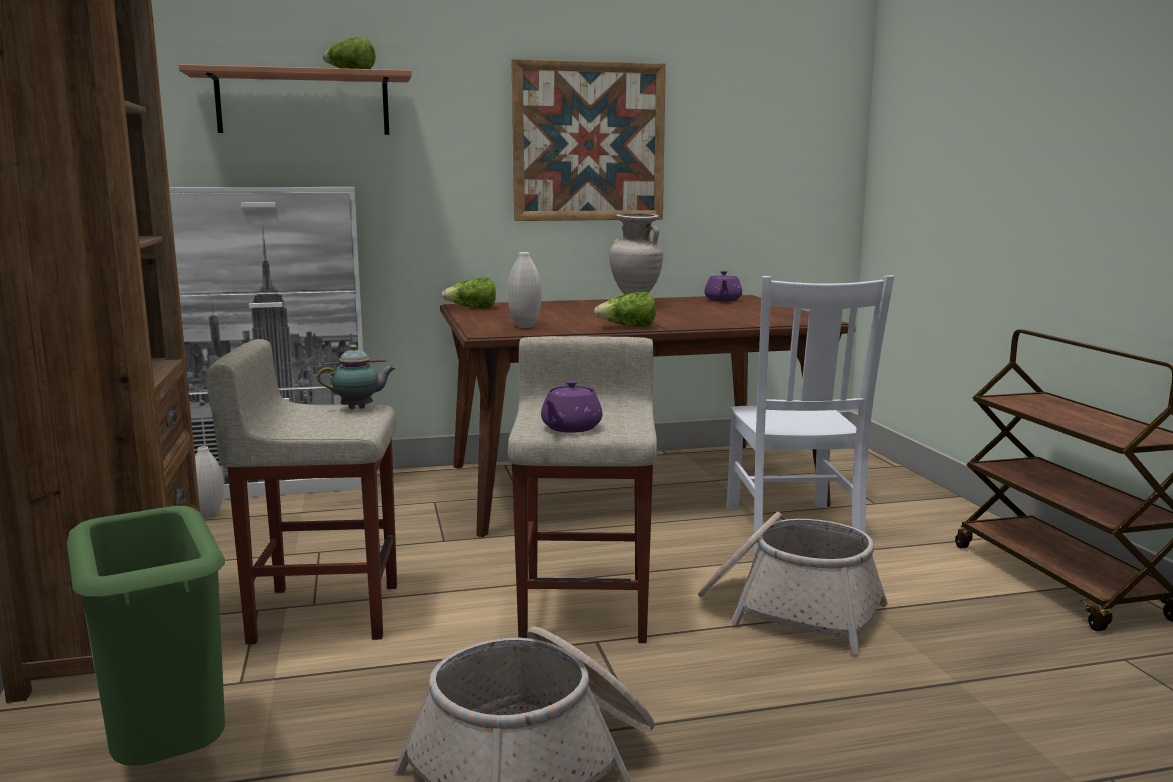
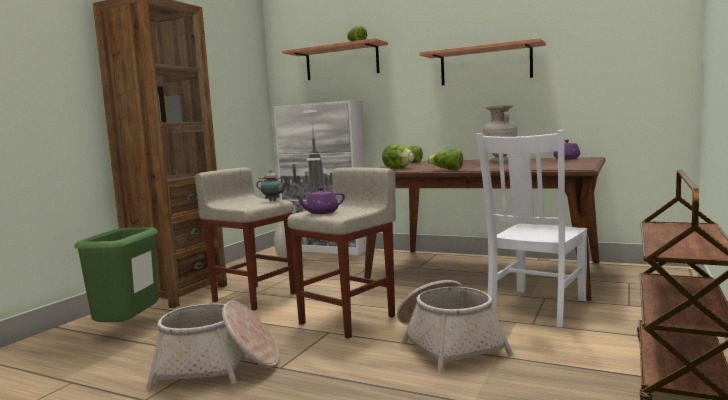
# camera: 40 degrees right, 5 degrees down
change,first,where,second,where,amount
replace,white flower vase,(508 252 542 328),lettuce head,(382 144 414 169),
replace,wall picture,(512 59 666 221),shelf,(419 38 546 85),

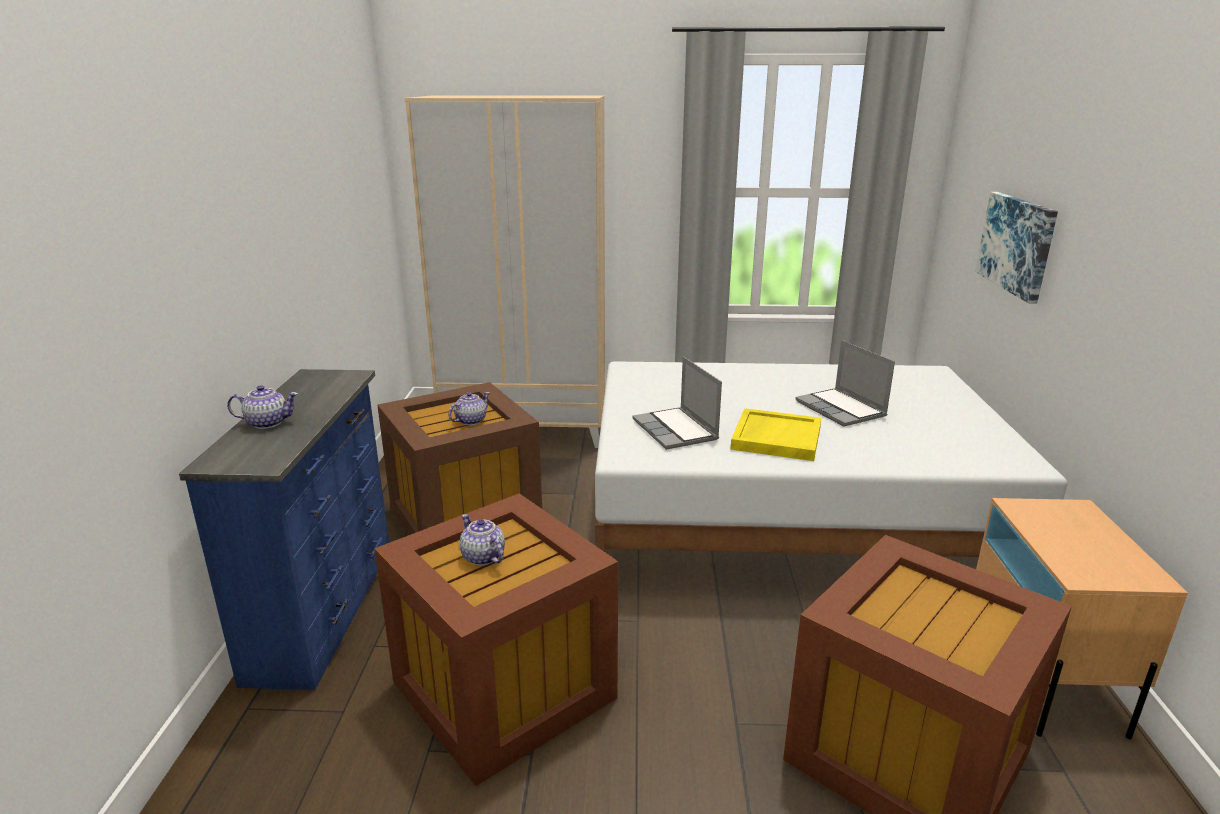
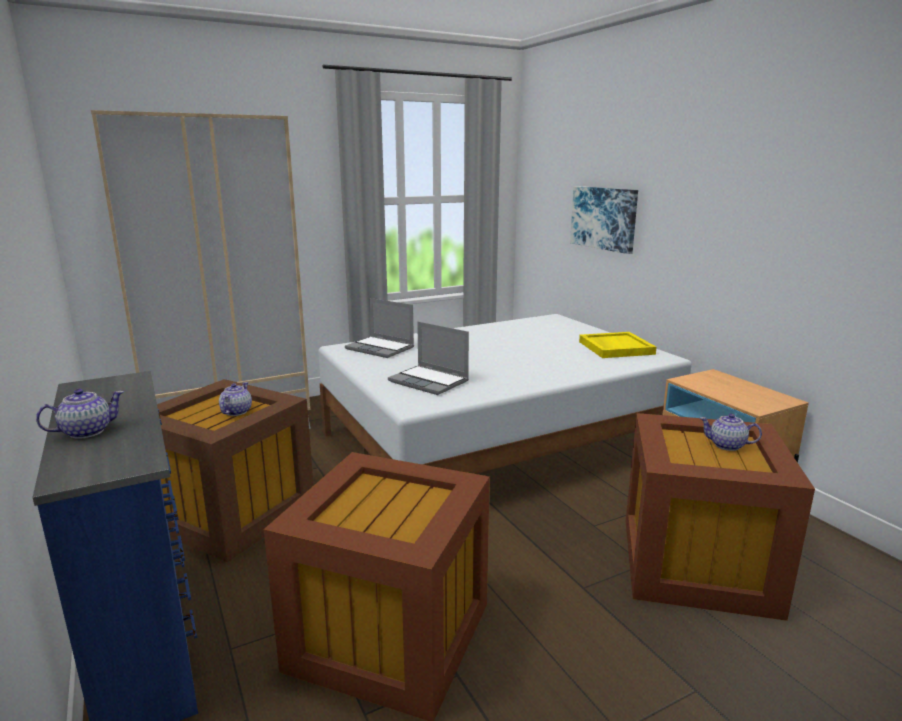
# camera: 30 degrees left, 5 degrees down
change,first,where,second,where,amount
move,pot for tea,(460 514 505 566),,(700 414 762 451),
move,yellow carrying tray,(730 408 821 461),,(579 332 657 358),
move,notebook computer,(796 340 895 427),,(345 298 414 358),

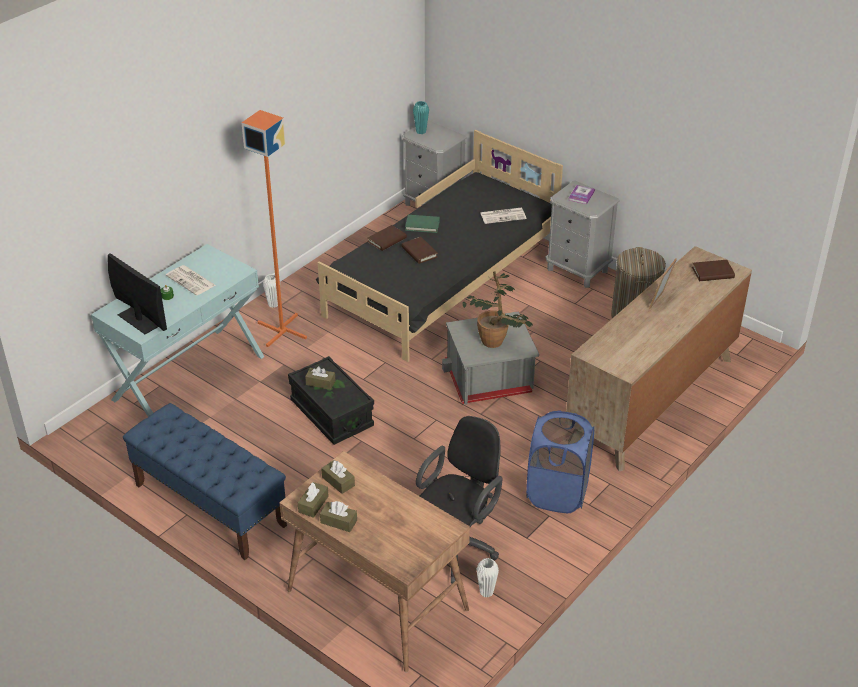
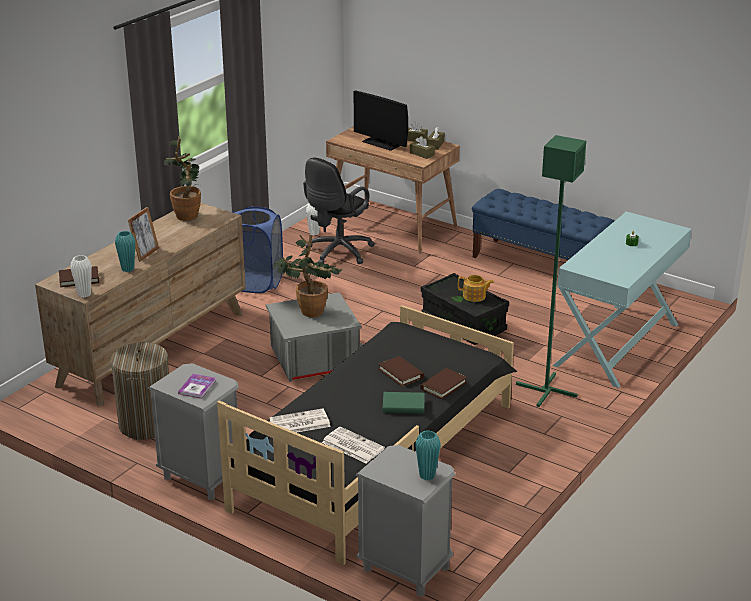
# camera: 175 degrees right, 10 degrees down
change,first,where,second,where,amount
move,monitor,(108 253 167 334),,(354 90 408 151),
move,daily paper,(166 265 215 295),,(322 427 385 463),
recolor,orangey standard lamp,(241 110 307 347),green-coloured standard lamp,(516 135 586 407),
move,white flower vase,(263 274 278 308),,(70 255 92 298),
replace,brown-coloured box of tissues,(305 366 335 390),pot for tea,(458 275 494 302),
insert,,,blue-green flower vase,(115 231 135 272),
insert,,,potted plant,(164 136 201 221),

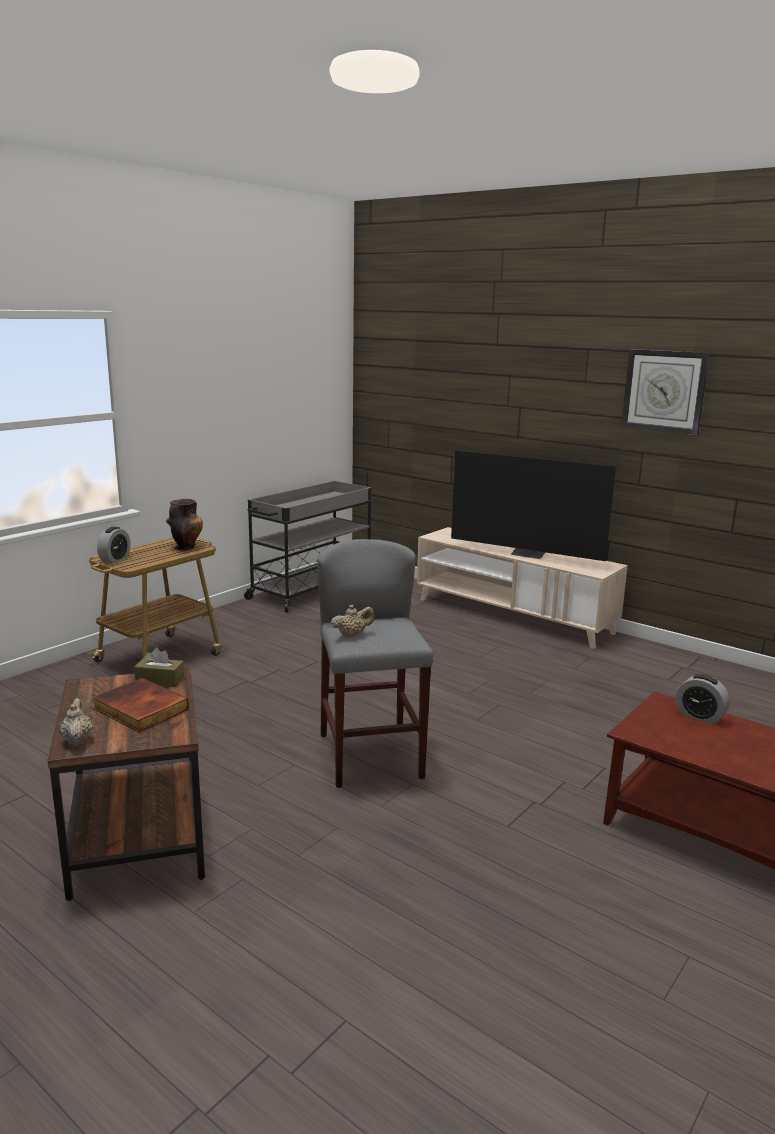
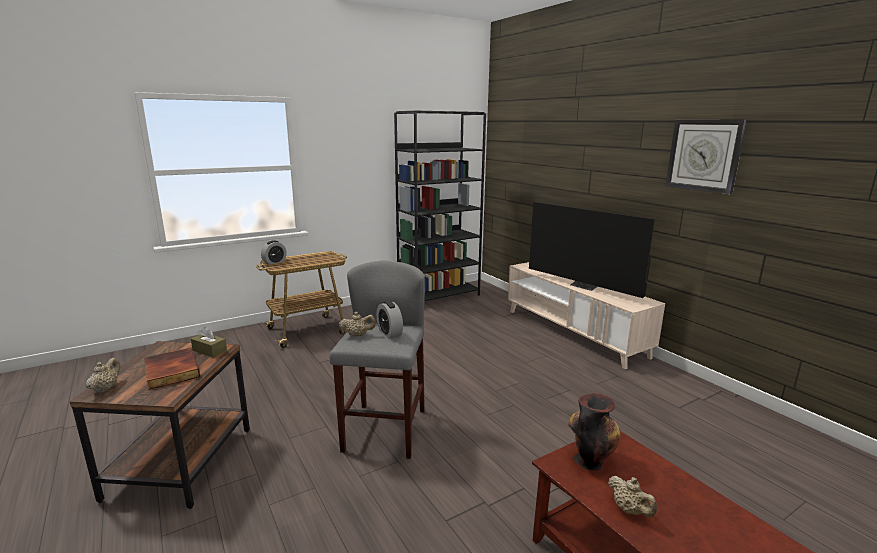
# camera: 20 degrees right, 0 degrees up
change,first,where,second,where,amount
move,flower vase,(166 499 203 551),,(568 393 621 471),
replace,gray cart,(244 481 371 612),blackish shelving unit,(394 111 486 301),
move,table clock,(676 674 730 724),,(377 301 403 339),
insert,,,beige-coloured pot for tea,(608 476 657 517),

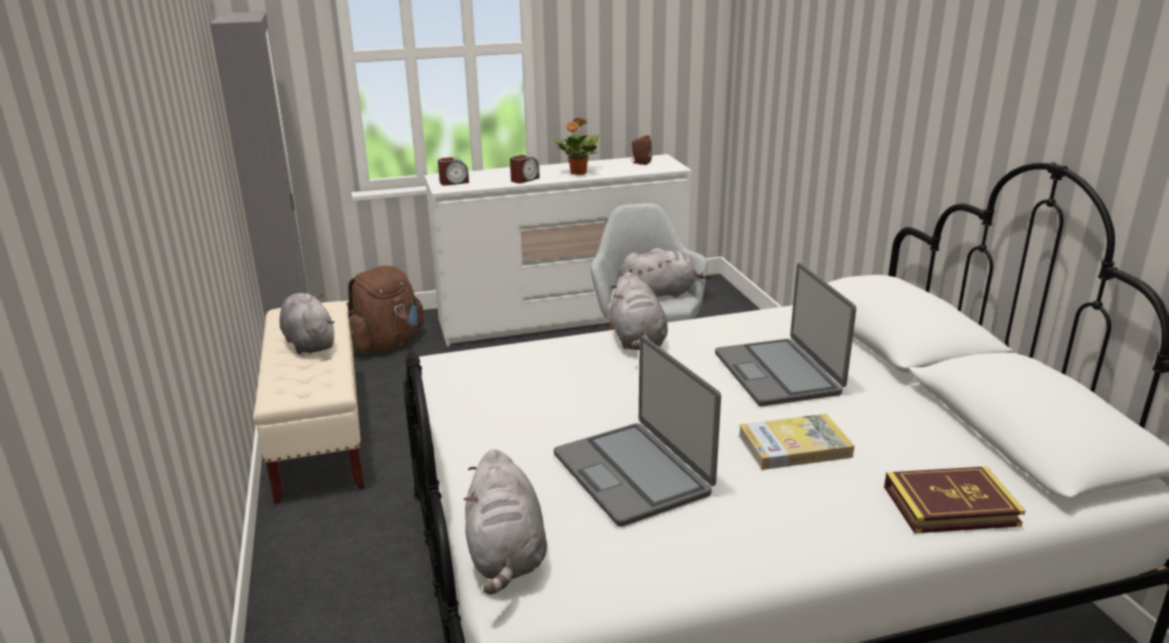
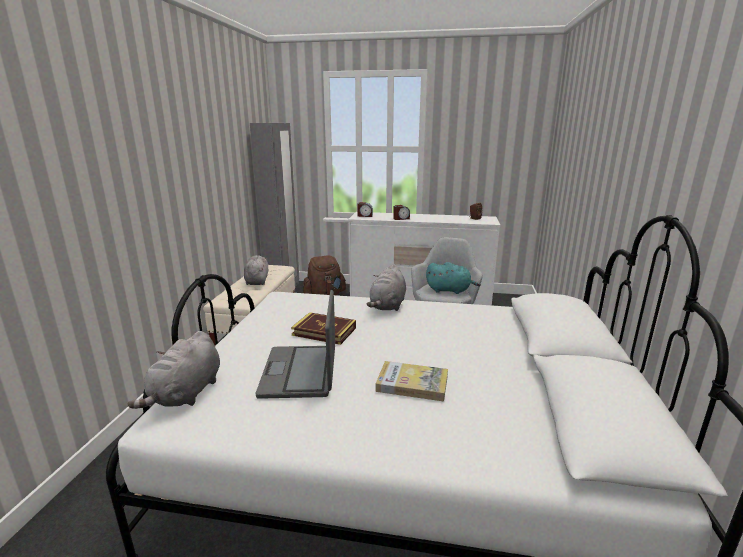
# camera: 25 degrees right, 5 degrees down
change,first,where,second,where,amount
delete,potted plant,(554 118 599 175),,,
recolor,gray soft toy,(621 248 712 298),blue-green soft toy,(426 262 481 294),
delete,notebook computer,(715 263 856 406),,,
move,bound book,(884 466 1025 534),,(291 312 356 345),

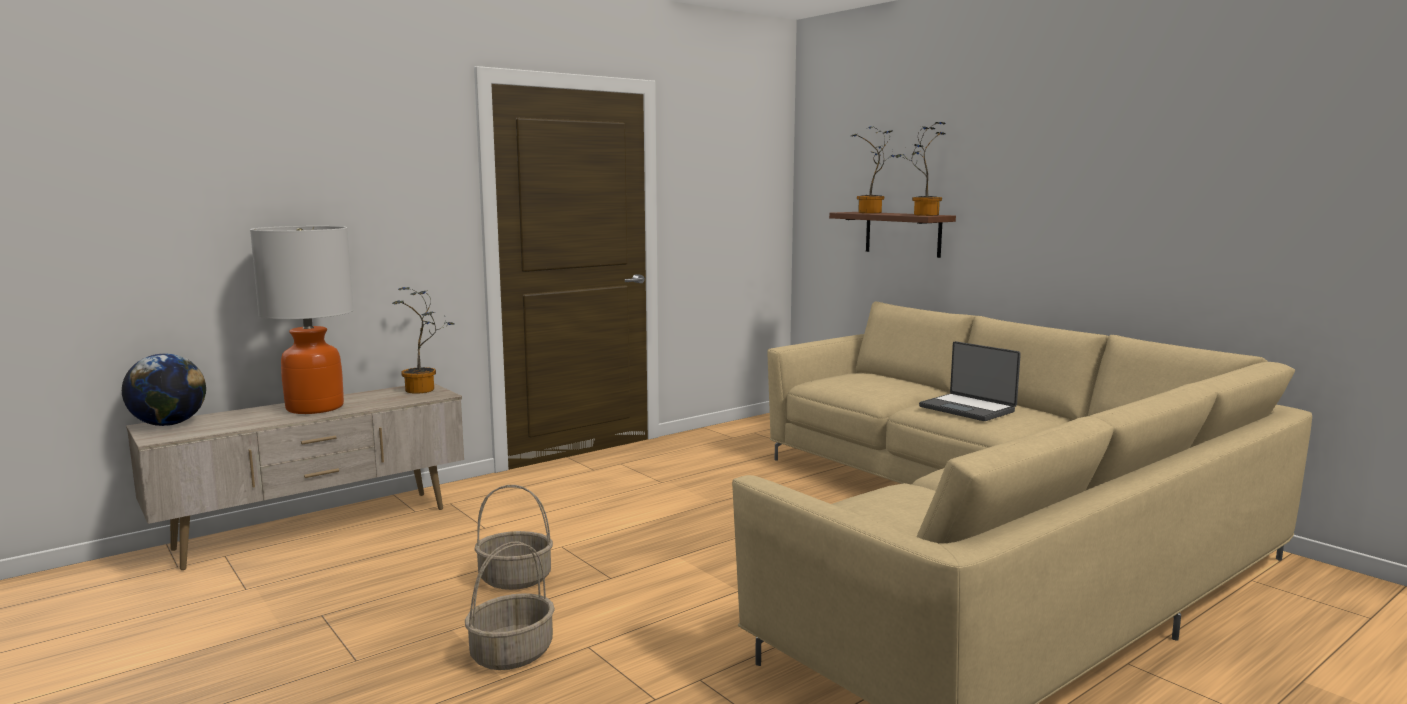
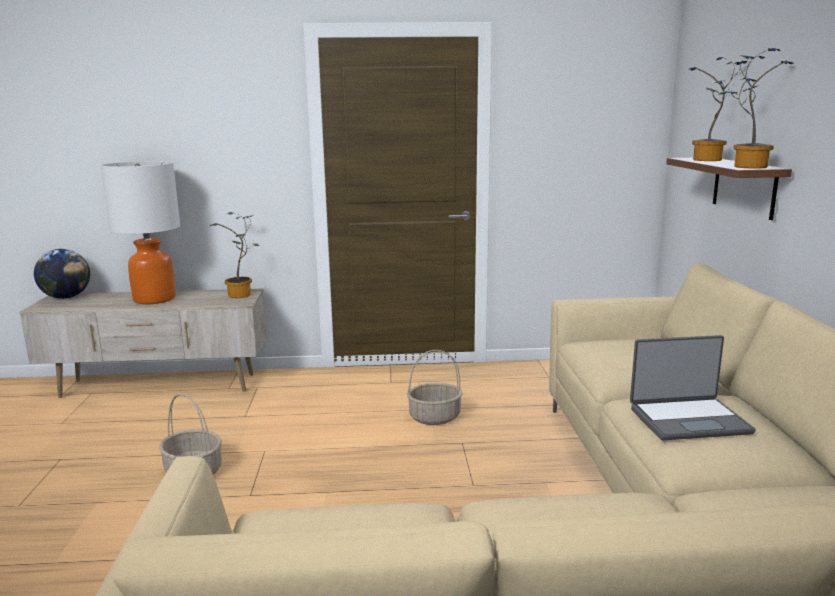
# camera: 35 degrees right, 5 degrees up
change,first,where,second,where,amount
move,storage basket,(465 542 555 670),,(407 350 463 425),
rotate,notebook computer,(919 341 1021 421),,(630 335 756 440),90 degrees counterclockwise

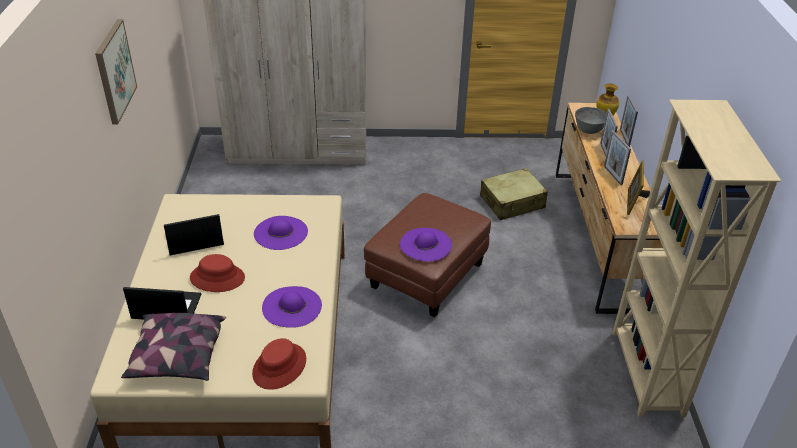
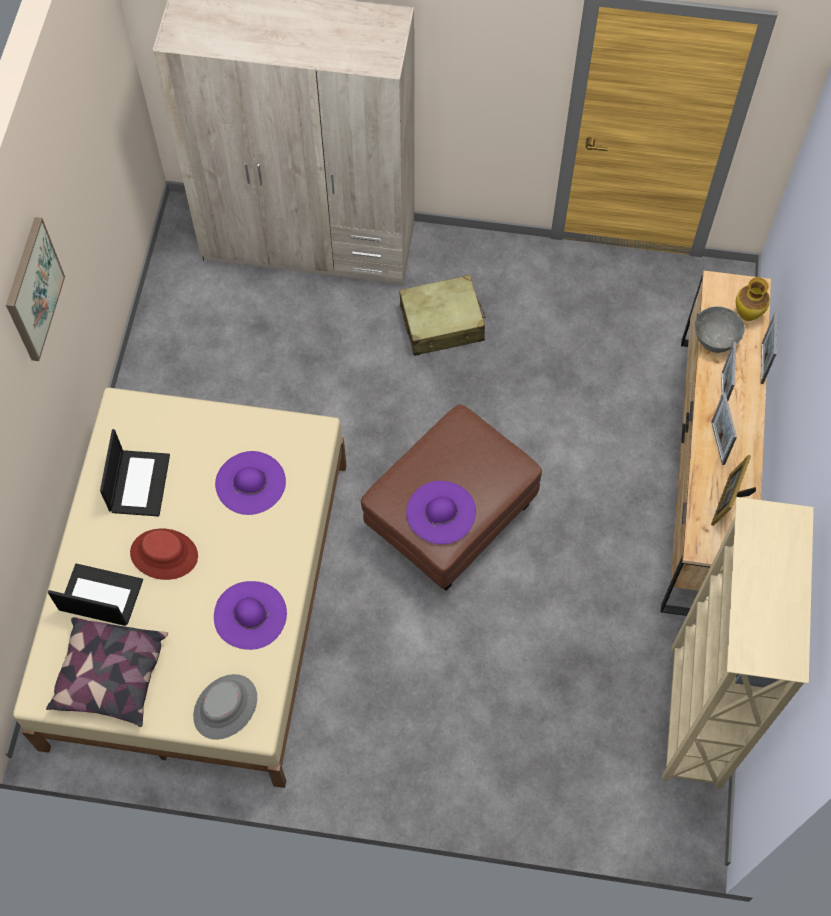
# camera: 10 degrees right, 25 degrees up
change,first,where,second,where,amount
rotate,notebook computer,(164 214 224 255),,(100 429 170 517),105 degrees clockwise
recolor,red wearable hat,(252 338 306 390),gray wearable hat,(193 674 257 740),
move,beige-coloured suitcase,(480 168 548 220),,(399 275 486 356),

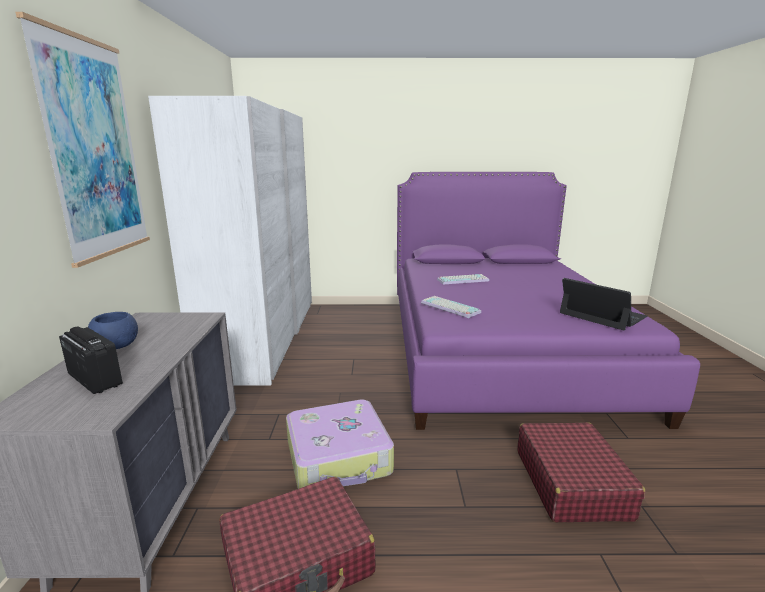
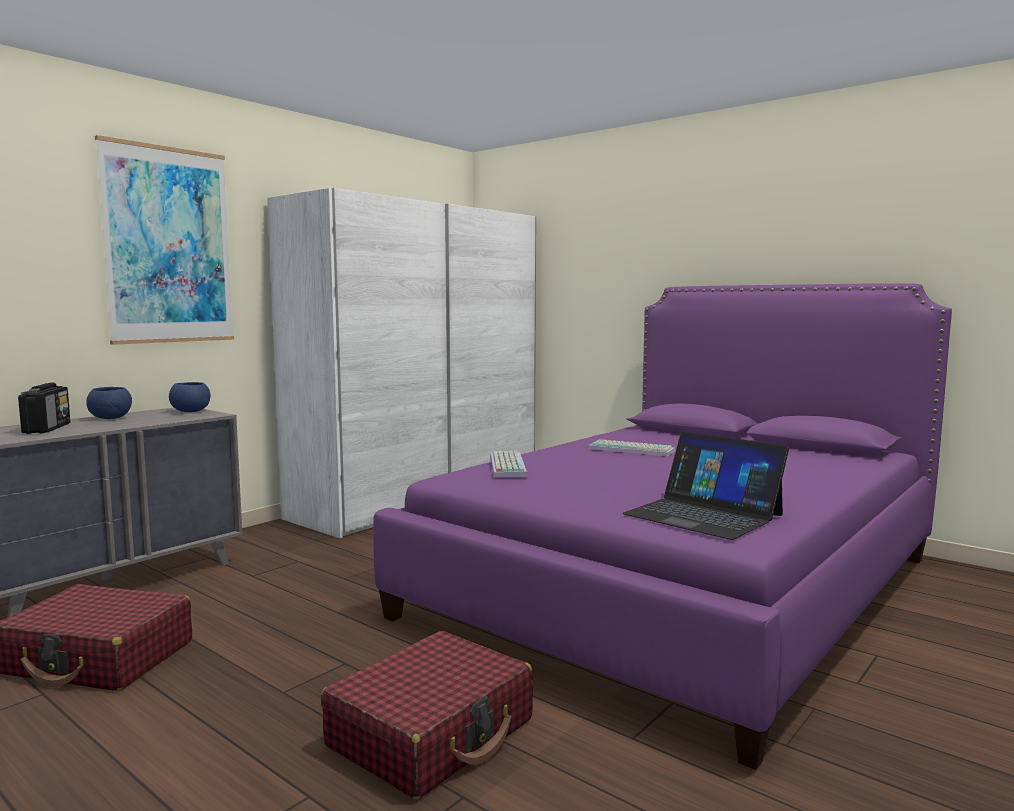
# camera: 40 degrees right, 10 degrees down
change,first,where,second,where,amount
delete,suitcase,(286 400 394 489),,,
rotate,notebook computer,(560 278 648 330),,(622 432 789 540),135 degrees clockwise
insert,,,blue serving bowl,(169 382 211 412),

